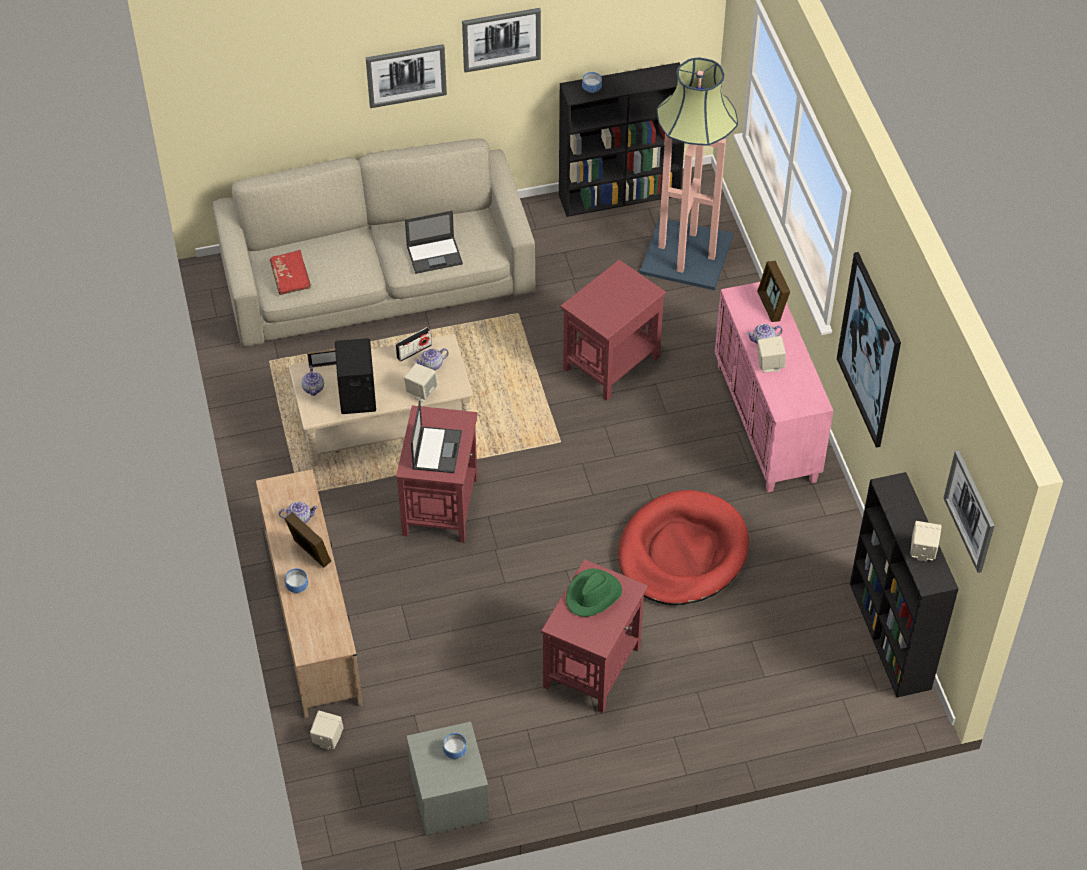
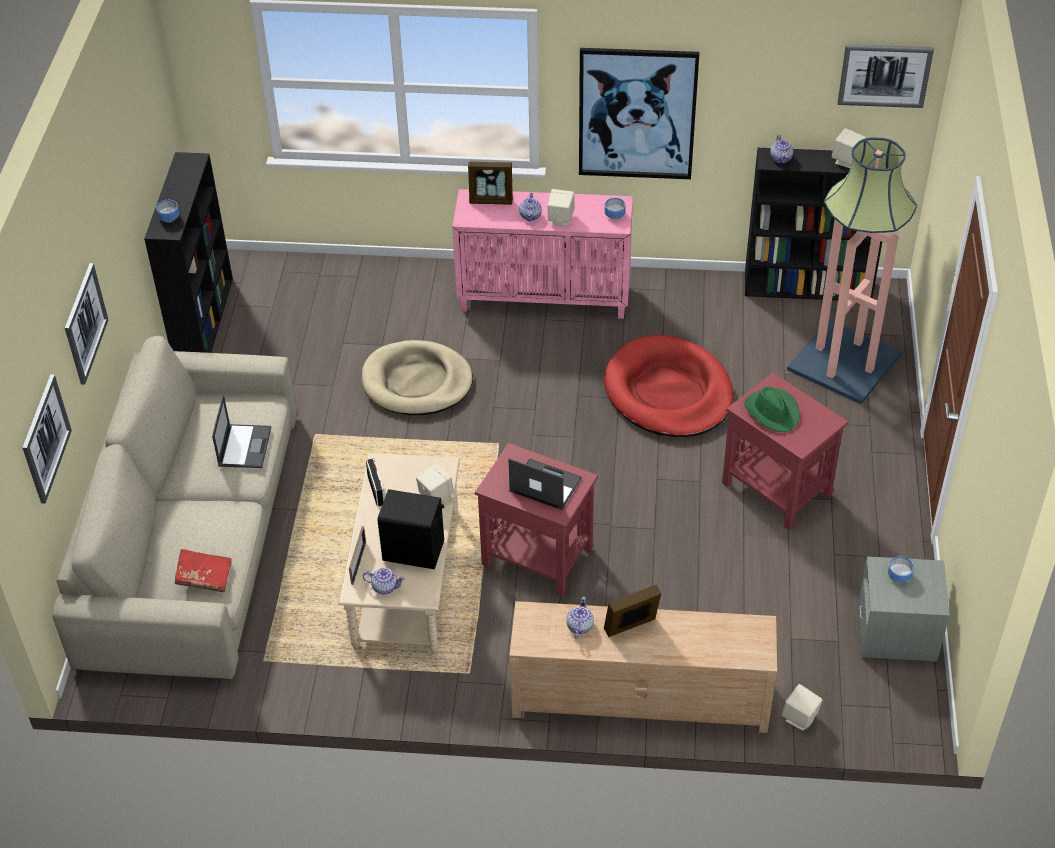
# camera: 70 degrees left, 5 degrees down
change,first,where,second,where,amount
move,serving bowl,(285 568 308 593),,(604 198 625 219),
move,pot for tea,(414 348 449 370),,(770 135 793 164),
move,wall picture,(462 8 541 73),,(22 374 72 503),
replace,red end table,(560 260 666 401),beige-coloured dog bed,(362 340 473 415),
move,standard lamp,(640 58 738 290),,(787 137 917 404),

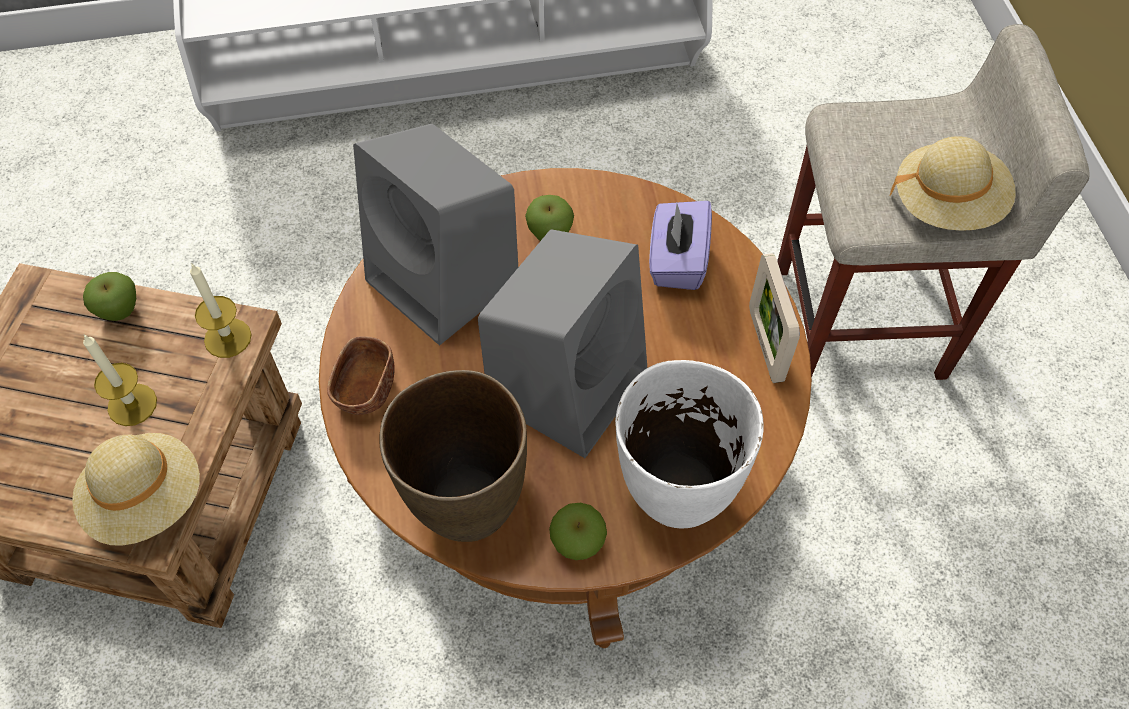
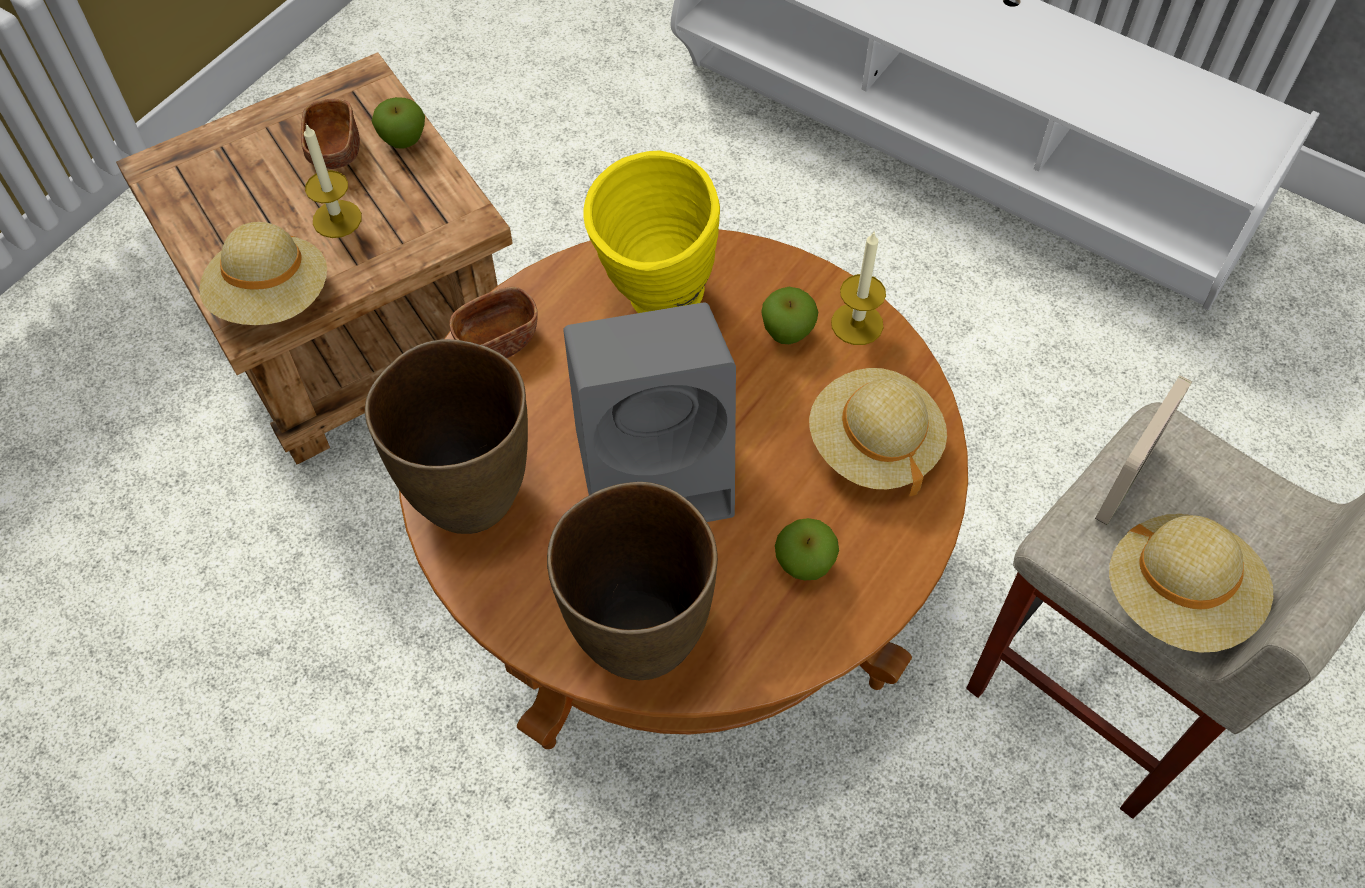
# camera: 45 degrees right, 0 degrees up
change,first,where,second,where,amount
move,wax light,(190 263 252 358),,(831 232 886 345),
replace,gray loudspeaker,(353 124 518 345),yellow flower vase,(584 150 720 313),
move,apple fruit,(549 503 607 560),,(775 518 839 580),
recolor,white flower vase,(615 360 764 529),brown-coloured flower vase,(547 482 718 680),
replace,purple-coloured box of tissues,(649 201 712 290),beige-coloured wearable hat,(809 368 947 496),
move,standing frame,(749 253 800 383),,(1095 375 1192 525),
insert,,,brown-coloured serving bowl,(301 99 360 169),

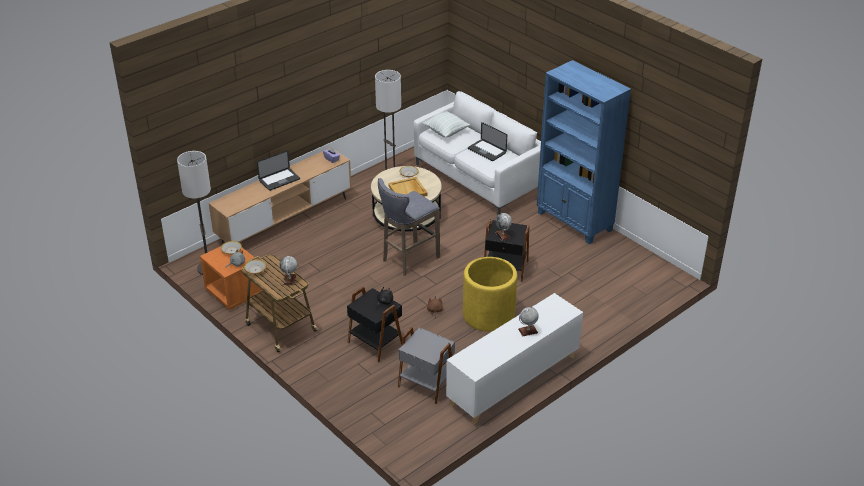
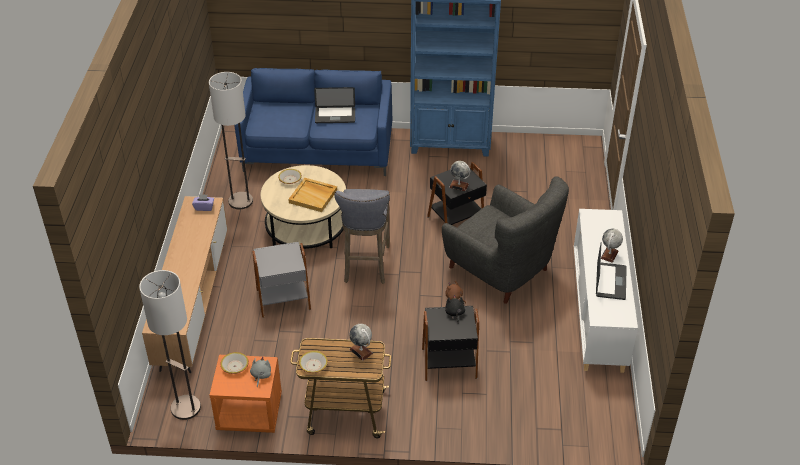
# camera: 45 degrees left, 5 degrees up
change,first,where,second,where,amount
move,notebook computer,(257 151 300 191),,(596 242 627 300),
move,gray end table,(398 327 455 404),,(252 242 311 318),
recolor,white couch,(414 91 541 215),blue couch,(234 68 392 176),
delete,throw pillow,(423 111 470 137),,,
replace,yellow flower pot,(463 257 517 332),gray easy chair,(442 177 569 304),

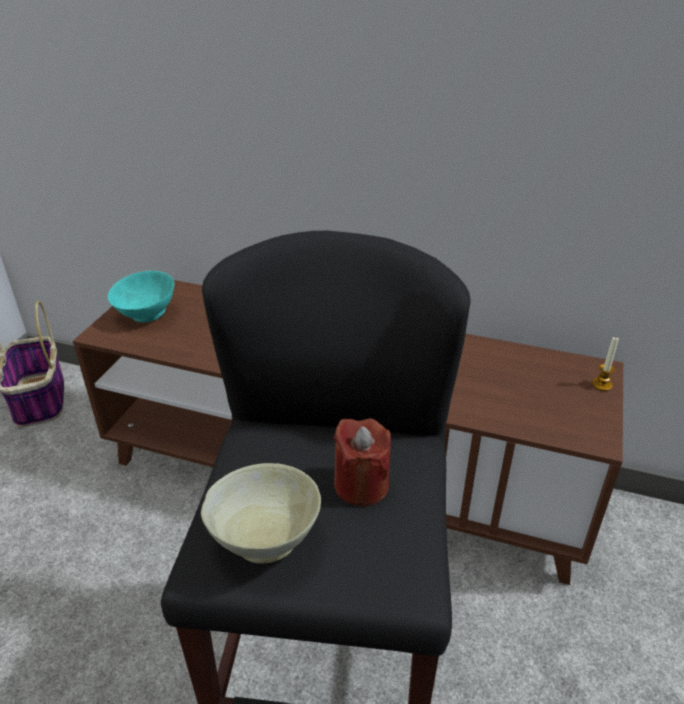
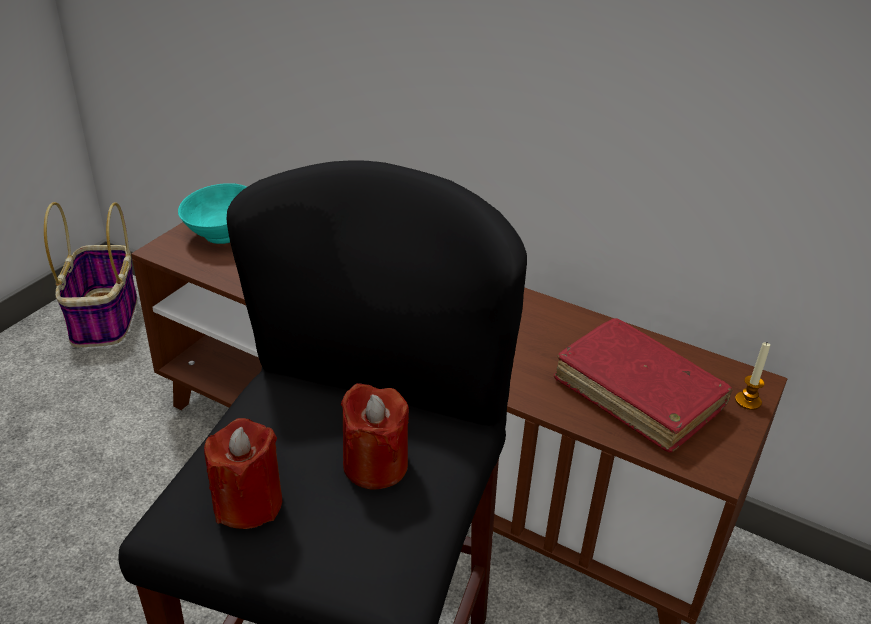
# camera: 10 degrees right, 0 degrees up
change,first,where,second,where,amount
replace,beige-coloured serving bowl,(201 463 321 564),red wax light,(204 418 282 529),
insert,,,red bound book,(554 318 733 452),

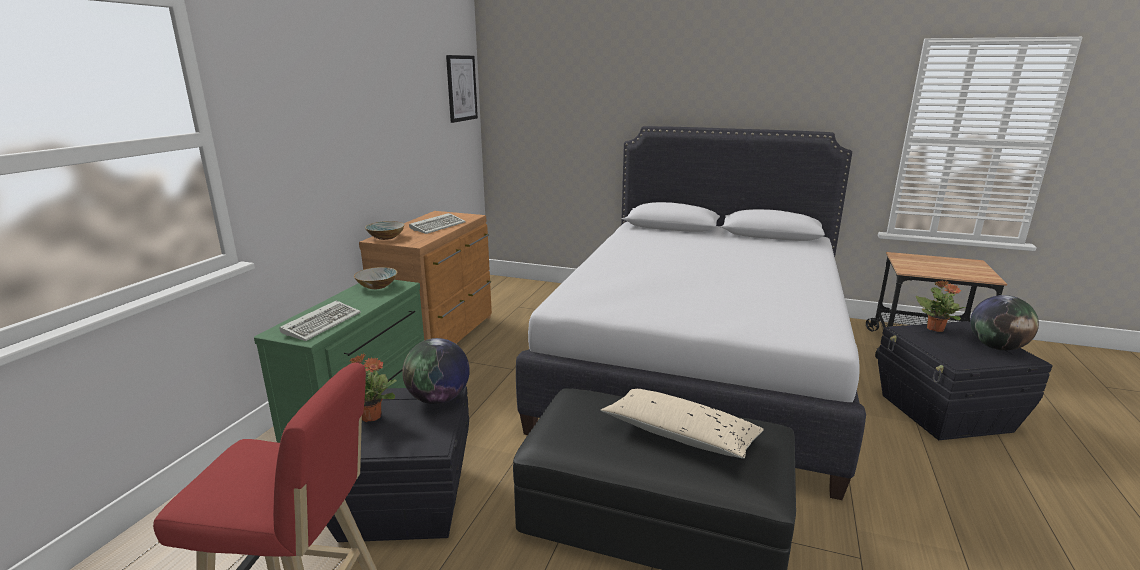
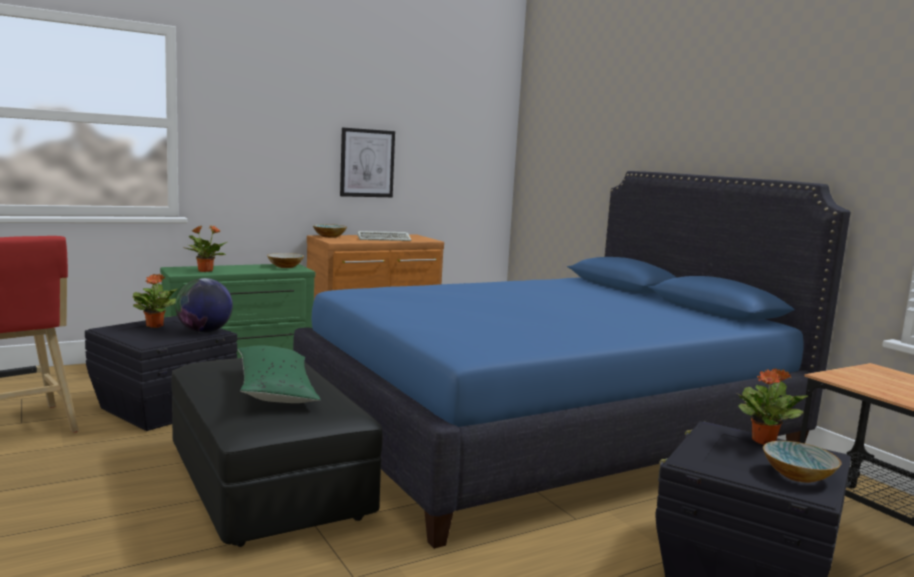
# camera: 40 degrees right, 10 degrees down
change,first,where,second,where,amount
replace,computer keyboard,(280 300 361 341),potted plant,(186 225 227 272),
move,wall picture,(446 55 478 123),,(340 127 395 197),
recolor,white bed,(516 126 866 500),blue bed,(293 171 851 549),
recolor,beige-coloured throw pillow,(601 389 764 459),green-coloured throw pillow,(238 345 320 403),
replace,desk globe,(970 295 1039 351),serving bowl,(763 441 841 483),

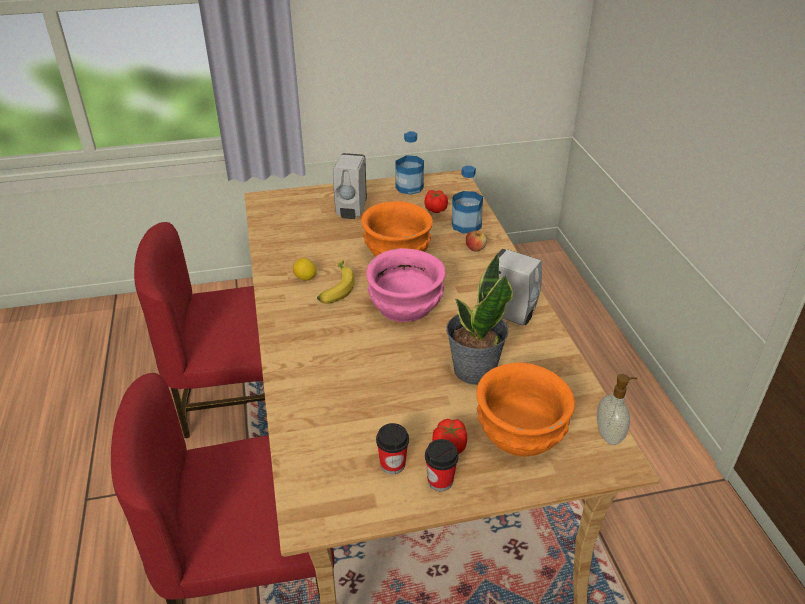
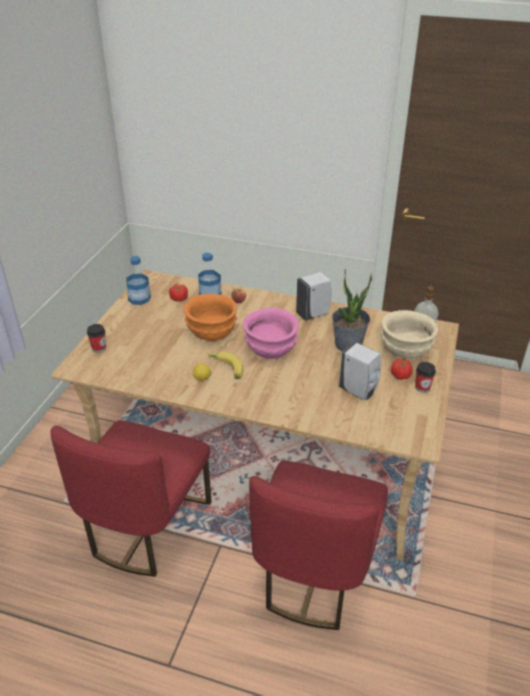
# camera: 60 degrees left, 0 degrees up
change,first,where,second,where,amount
move,white soap dispenser,(333 153 367 219),,(339 342 381 400),
move,small cup,(376 423 409 474),,(87 324 106 353),
recolor,orangey serving bowl,(476 362 575 457),beige-coloured serving bowl,(381 310 438 360),

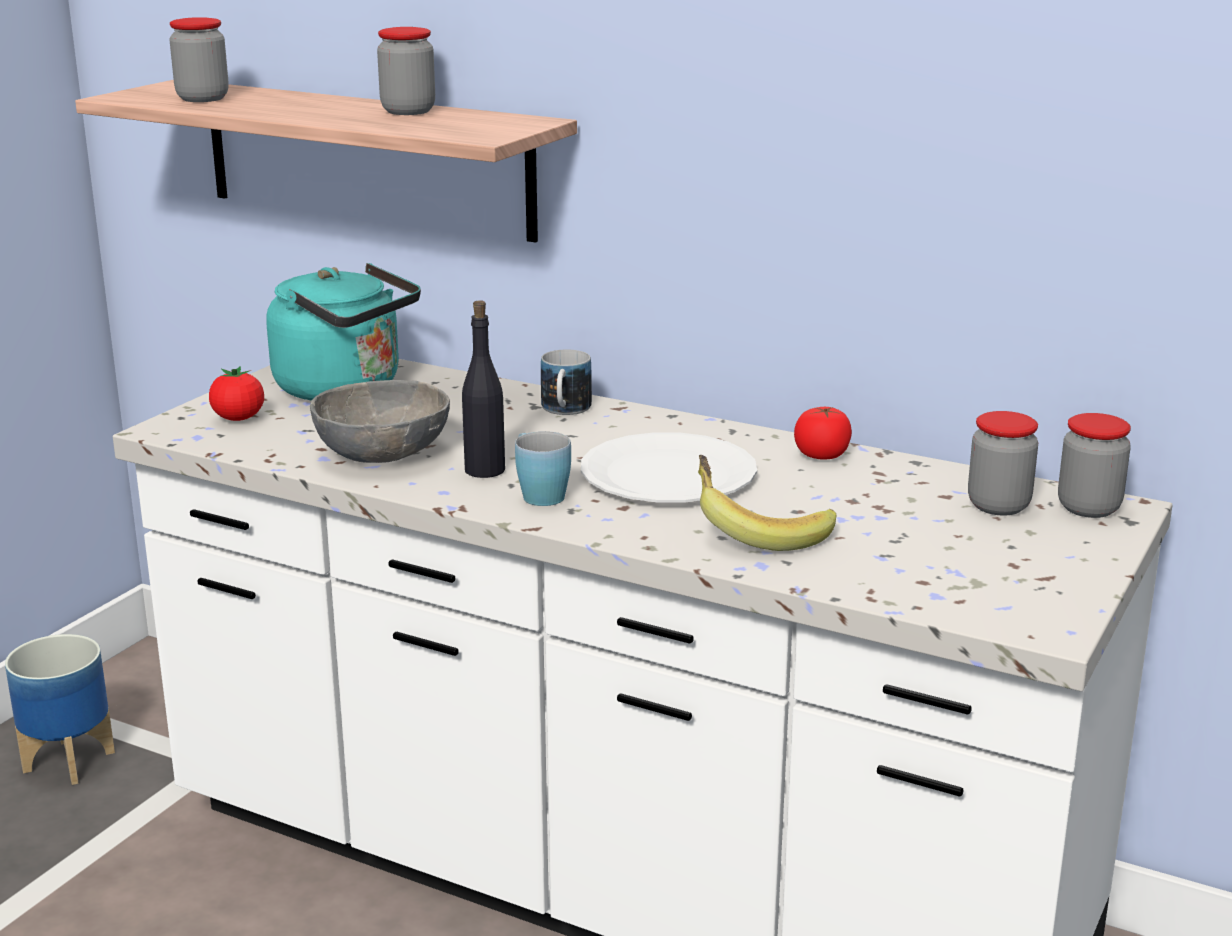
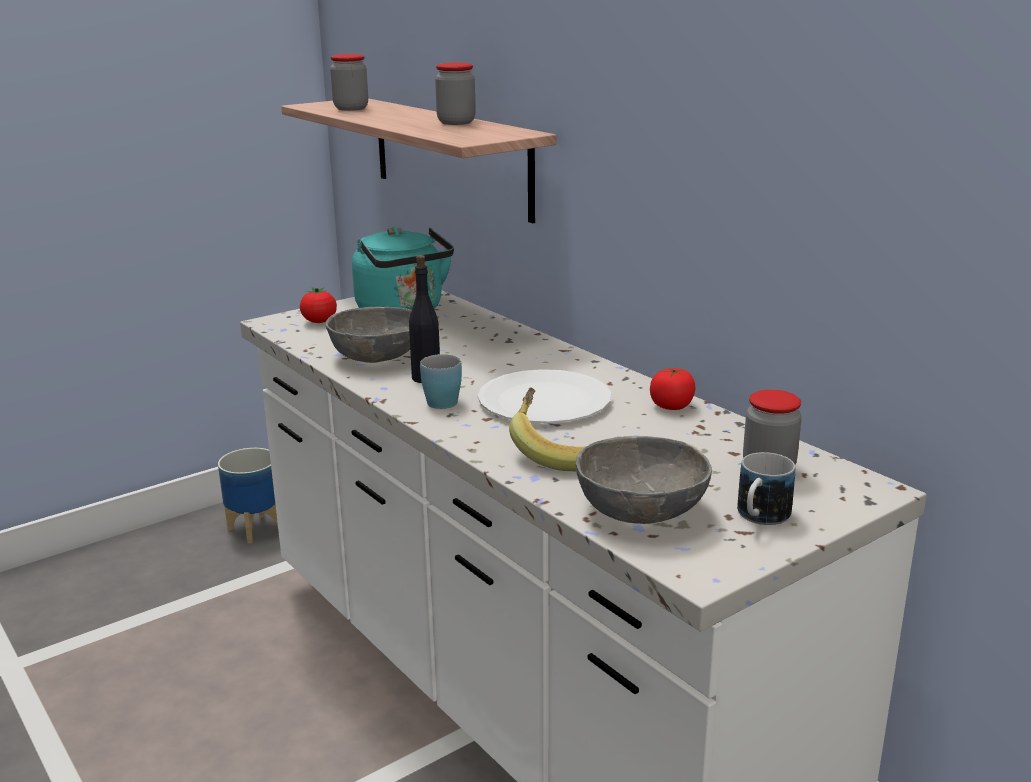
# camera: 25 degrees right, 0 degrees up
change,first,where,second,where,amount
move,coffee mug,(541 350 592 415),,(737 452 795 525),
delete,jar,(1058 413 1131 518),,,
insert,,,gray serving bowl,(576 436 712 524),

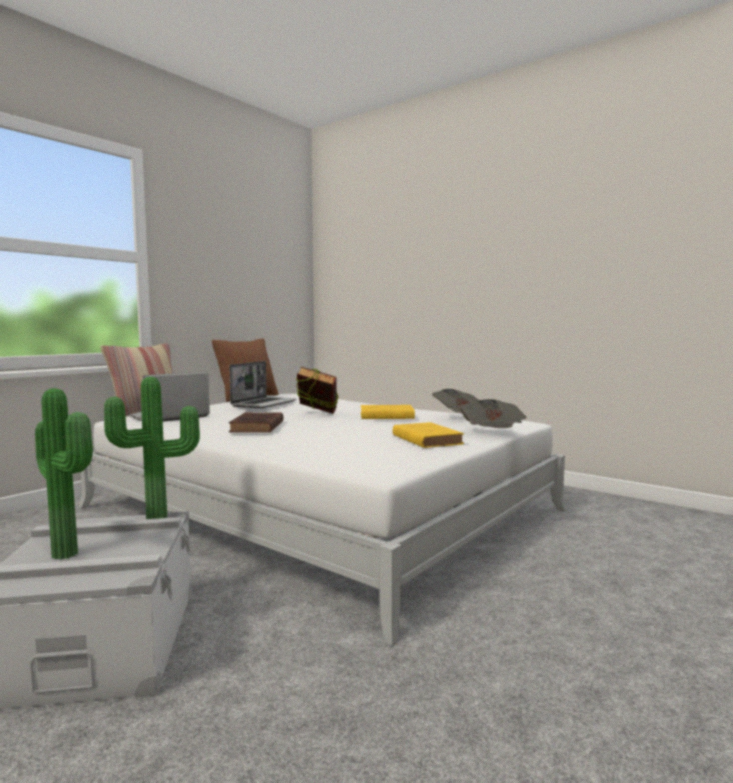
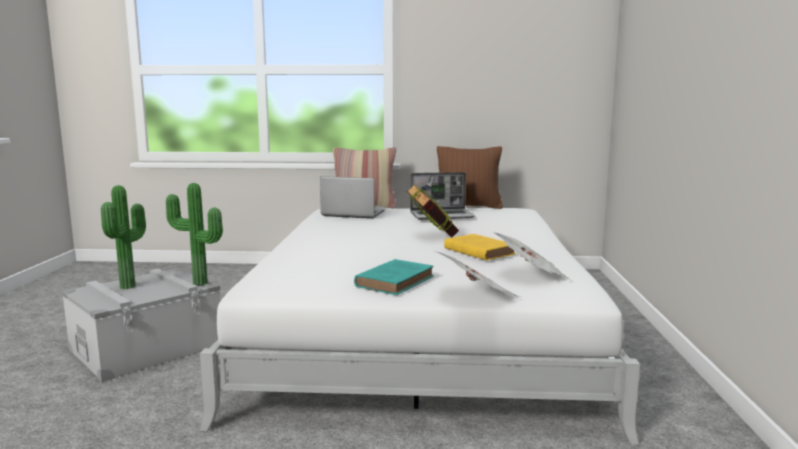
# camera: 55 degrees right, 5 degrees up
change,first,where,second,where,amount
delete,brown-coloured bound book,(229 412 284 433),,,
recolor,yellow bound book,(393 422 464 448),blue-green bound book,(354 259 434 295),

